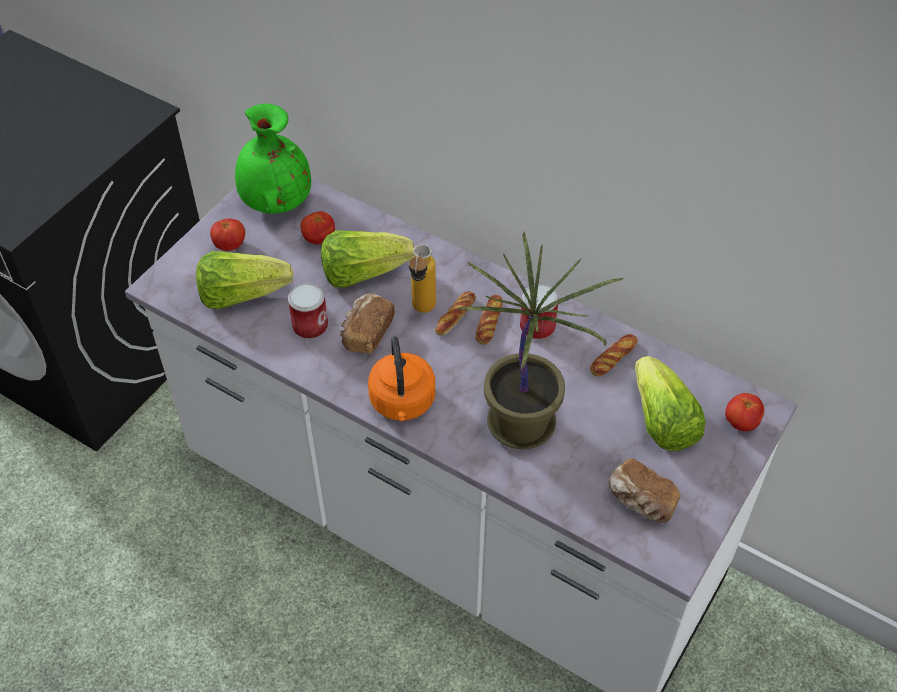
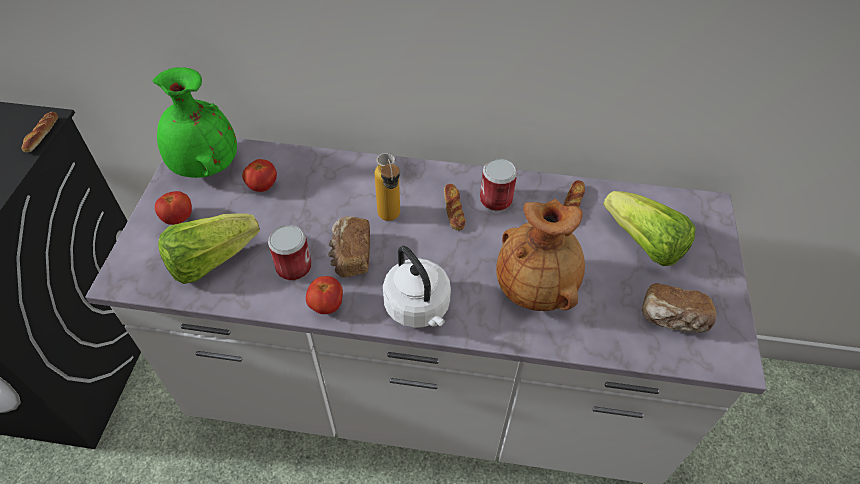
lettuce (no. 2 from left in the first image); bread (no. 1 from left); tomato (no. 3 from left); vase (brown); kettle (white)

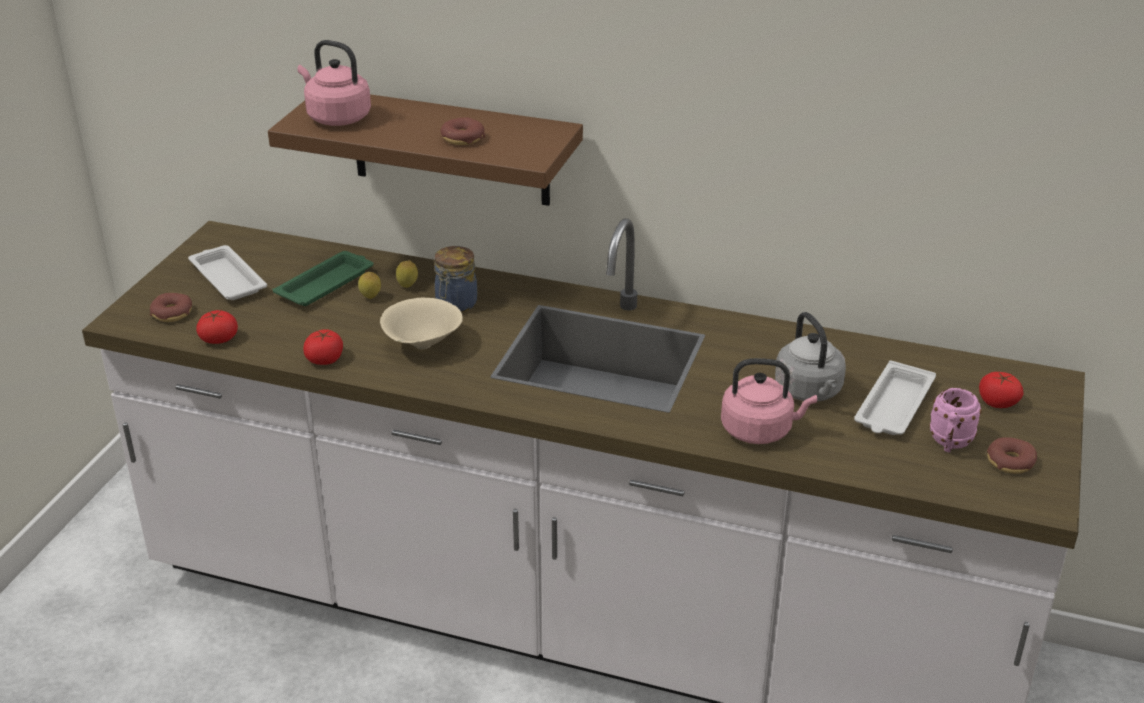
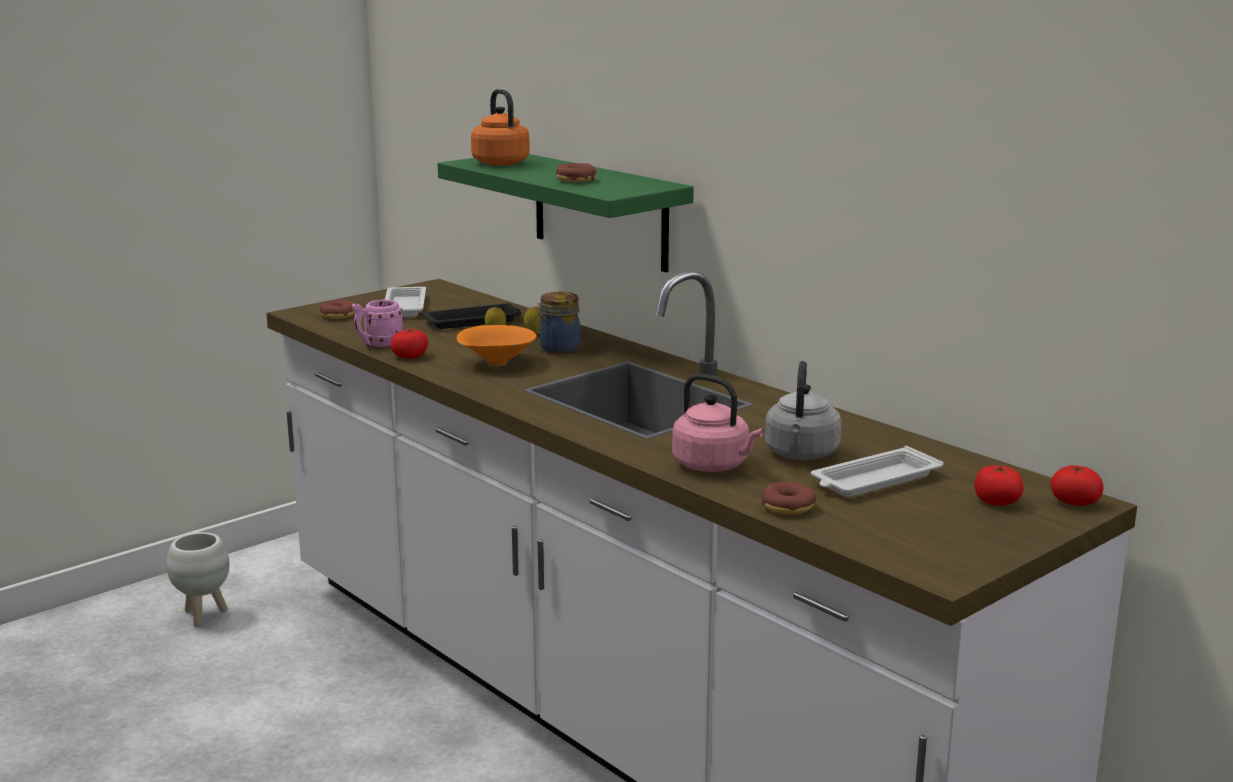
planter (white); tomato (no. 3 from left); mug (pink); donut (no. 3 from left); shelf (green); tray (black); kettle (orange); bowl (orange)

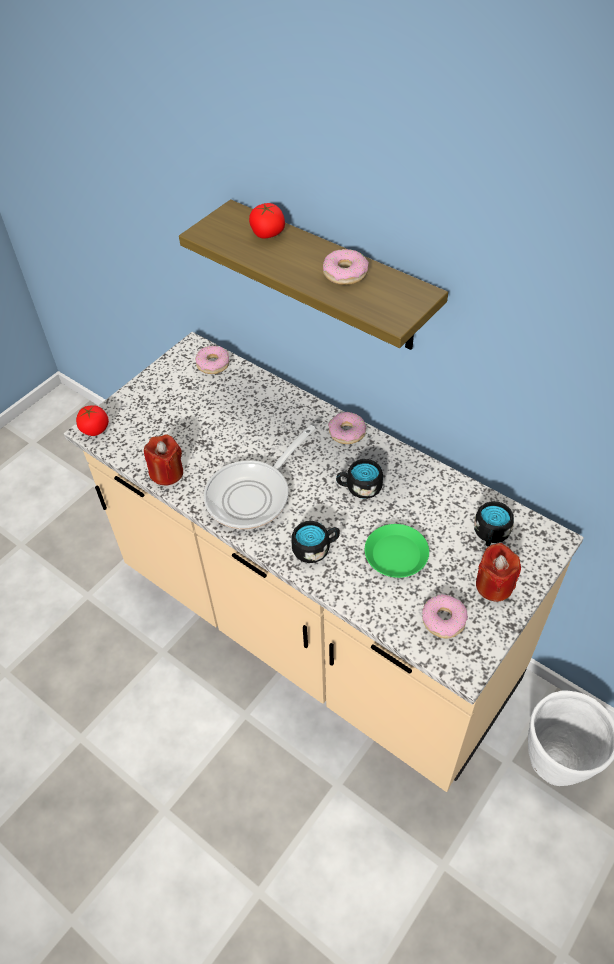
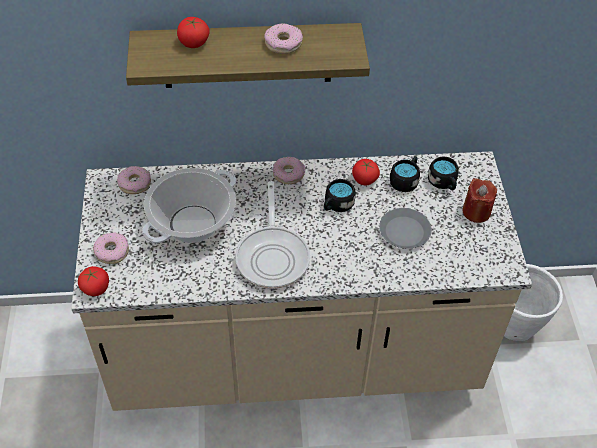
candle (red) (no. 1 from left in the first image); cooking pot; tomato (no. 3 from left); mug (black) (no. 2 from left); donut (no. 1 from left); plate (grey)

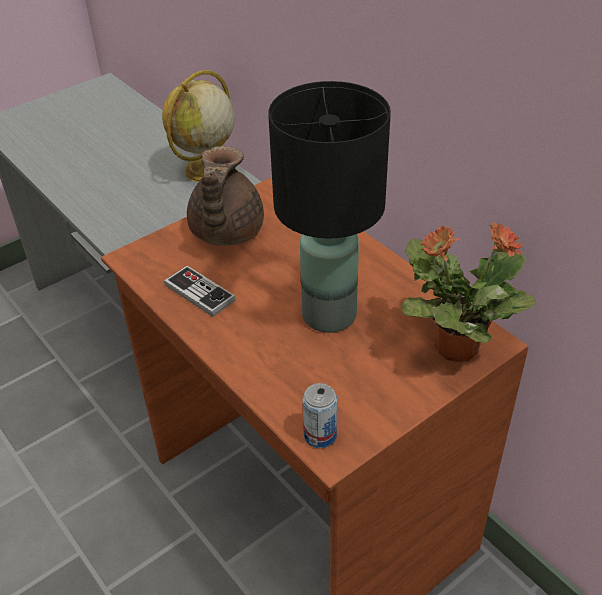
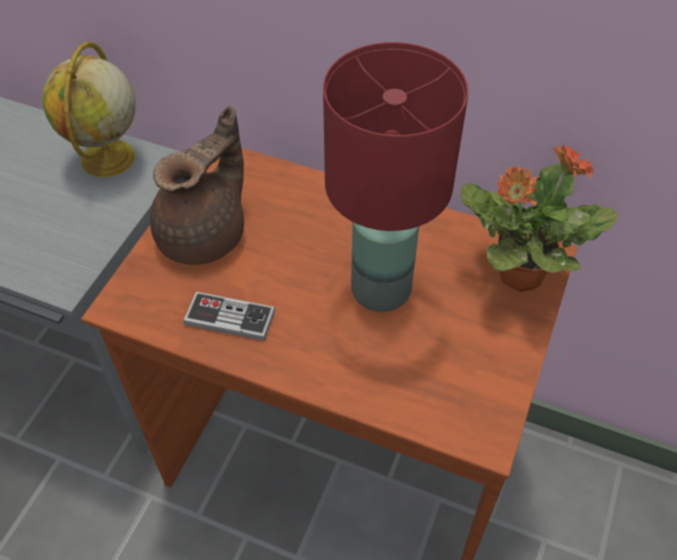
can; table lamp (red); teapot (brown)

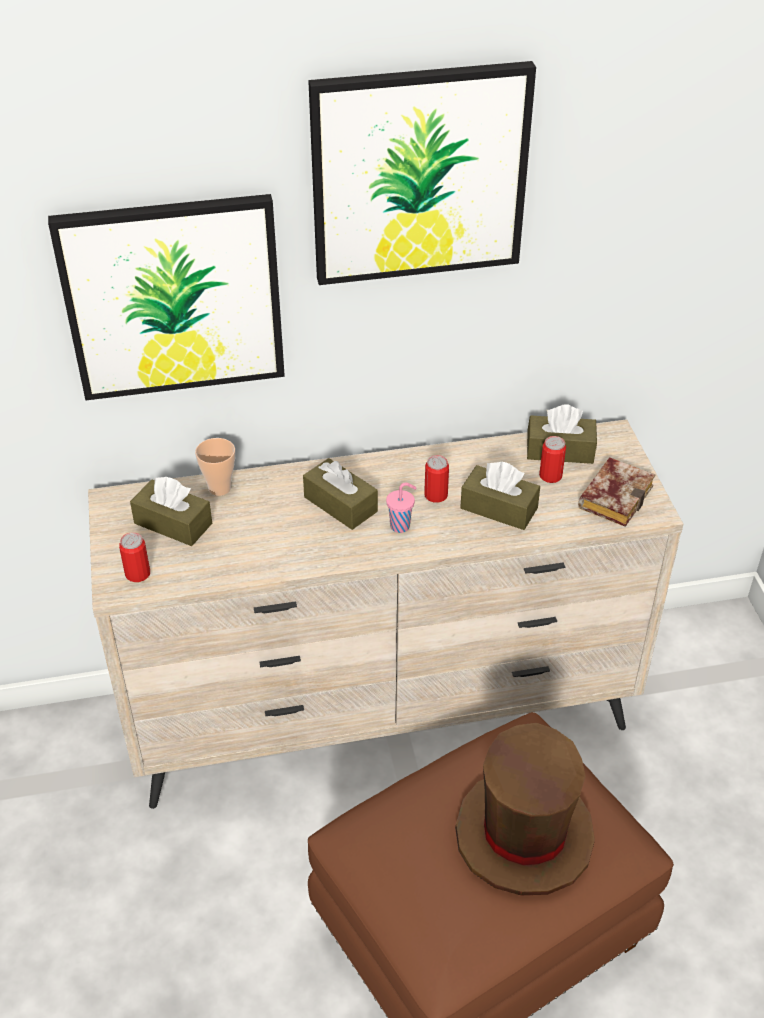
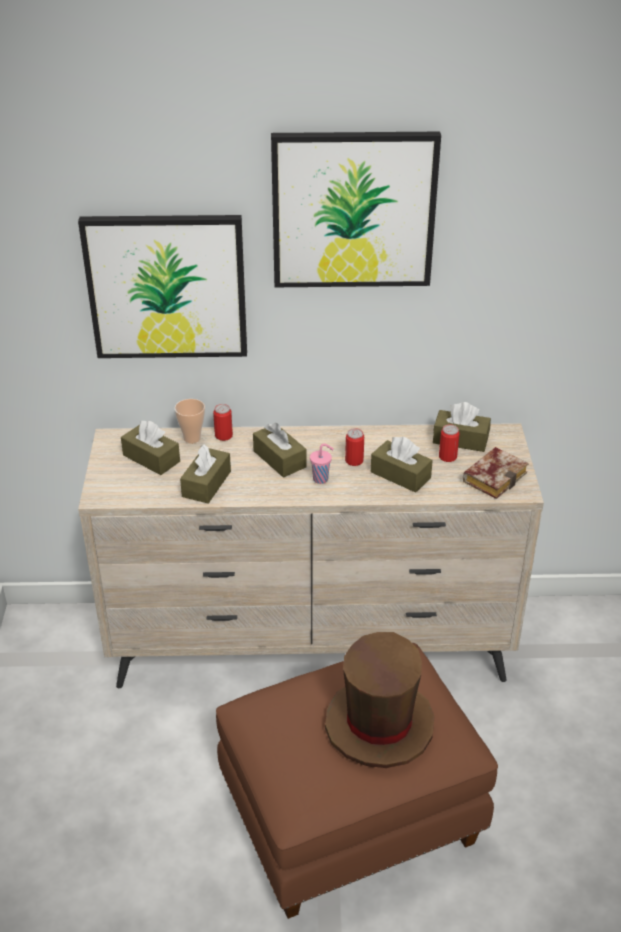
tissue box (brown) (no. 2 from left); can (no. 1 from left)

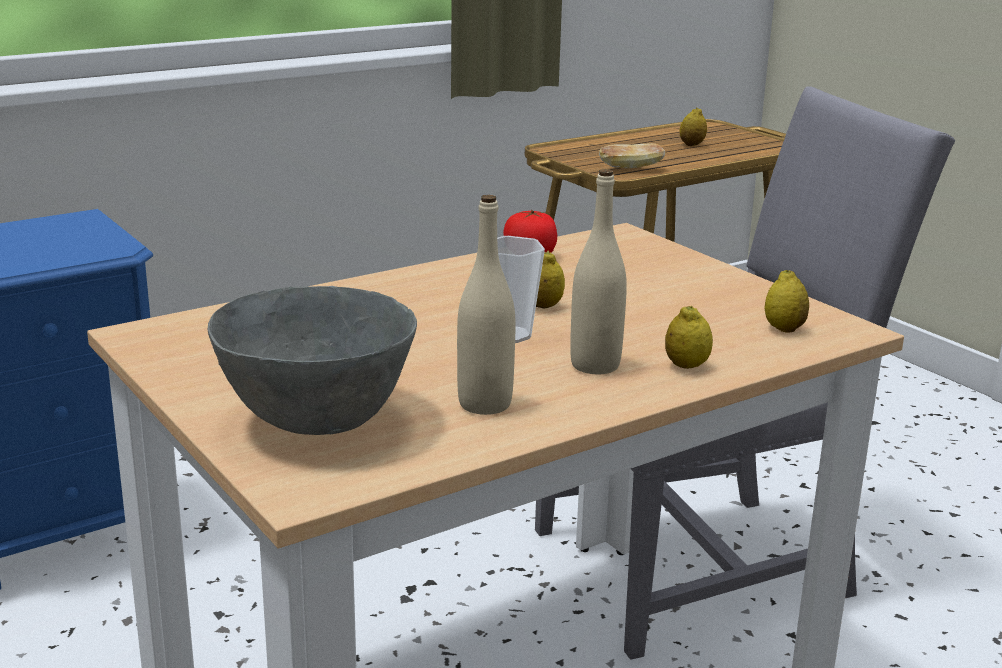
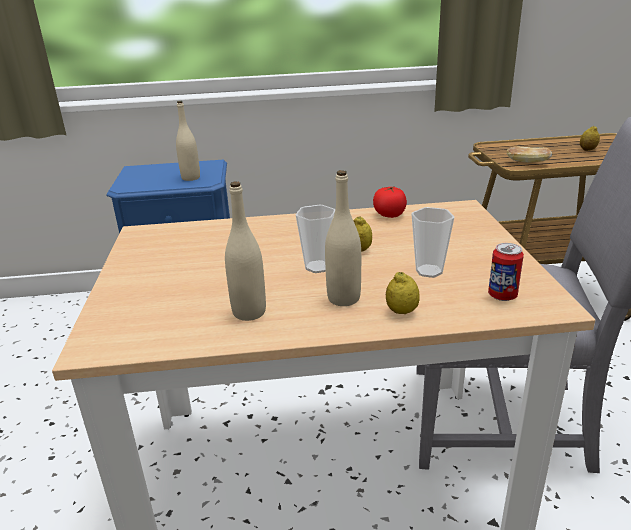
bowl (grey); bottle (beige) (no. 1 from left); cup (no. 2 from left); can

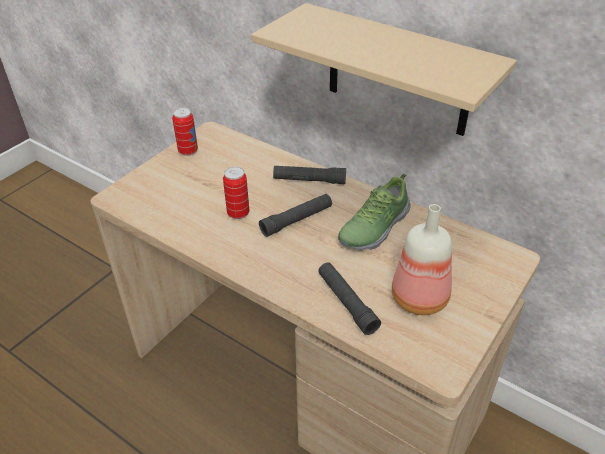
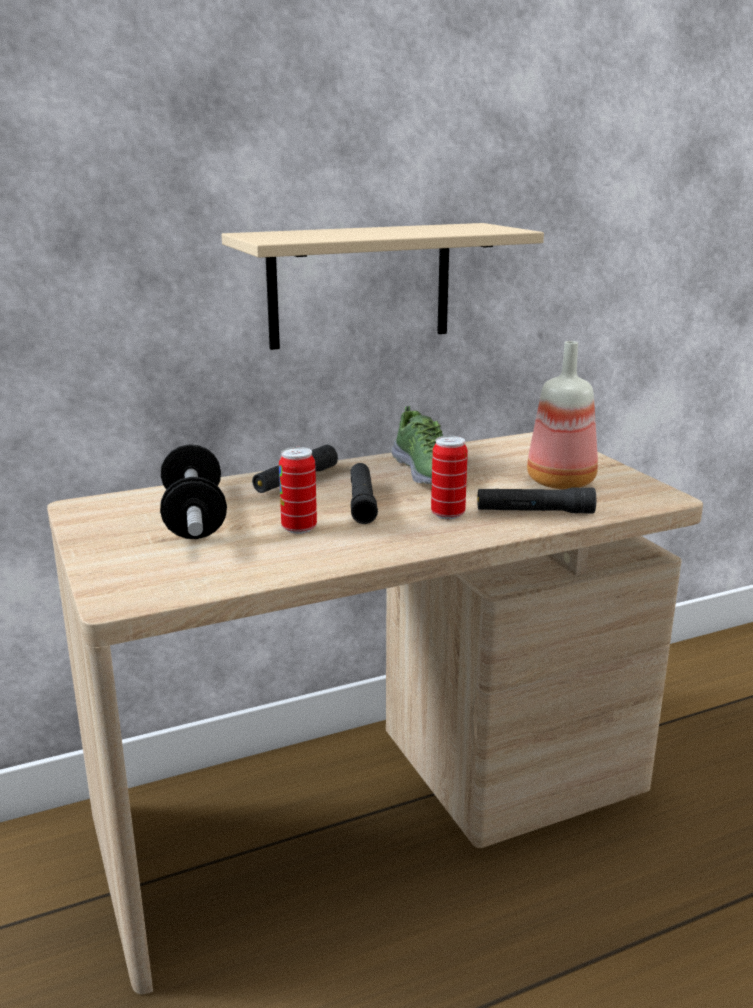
dumbbell; can (no. 2 from left)

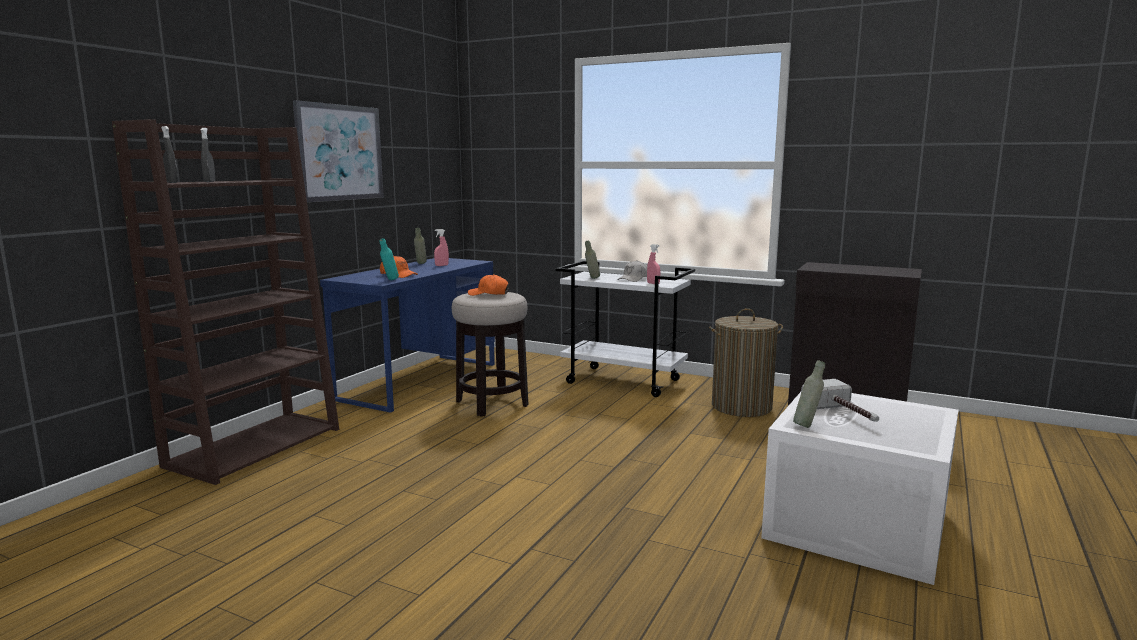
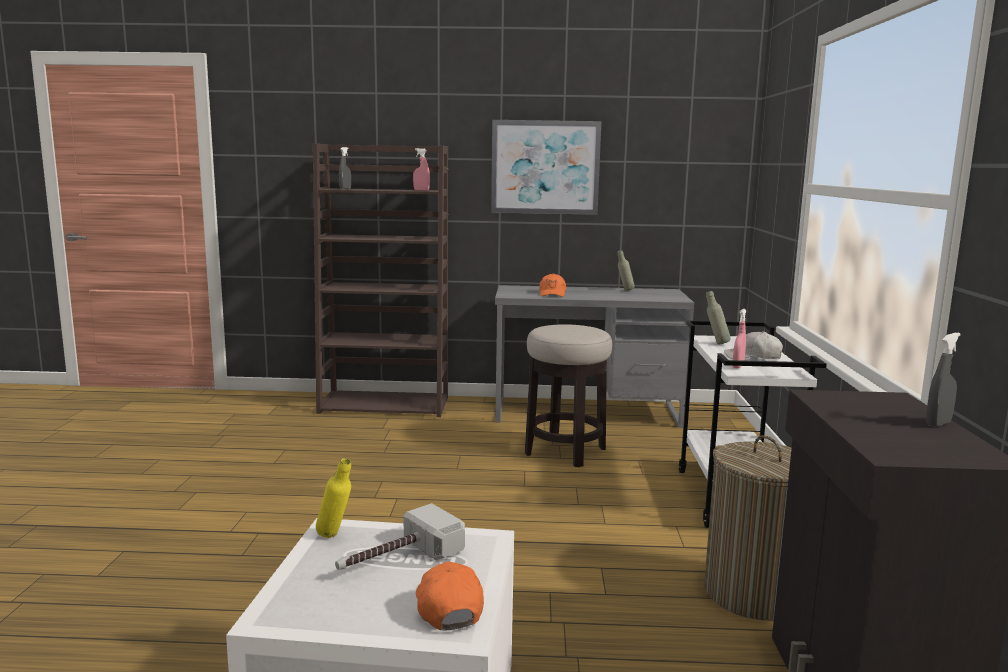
bottle (turquoise); spray bottle (grey) (no. 2 from left); spray bottle (pink) (no. 1 from left); cap (orange) (no. 1 from left); desk (grey); bottle (yellow)

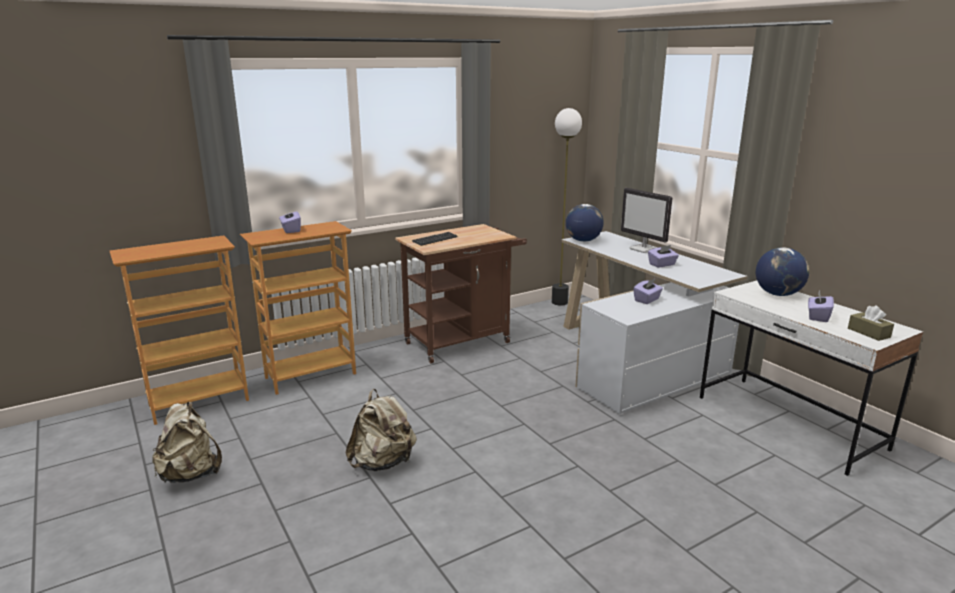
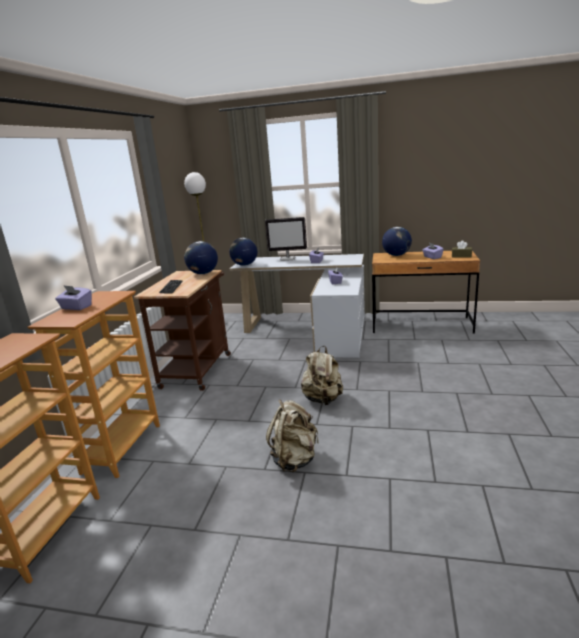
globe (no. 1 from left); backpack (beige) (no. 2 from left); desk (brown)

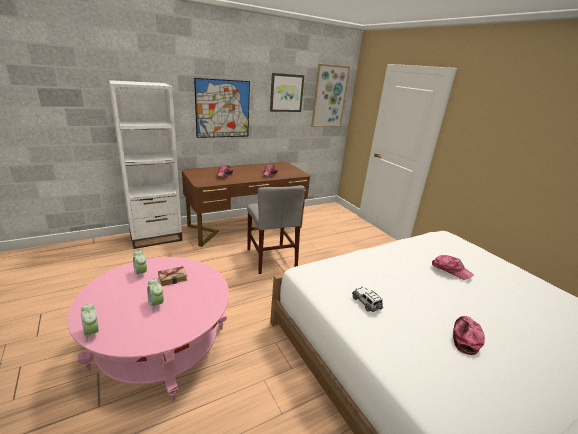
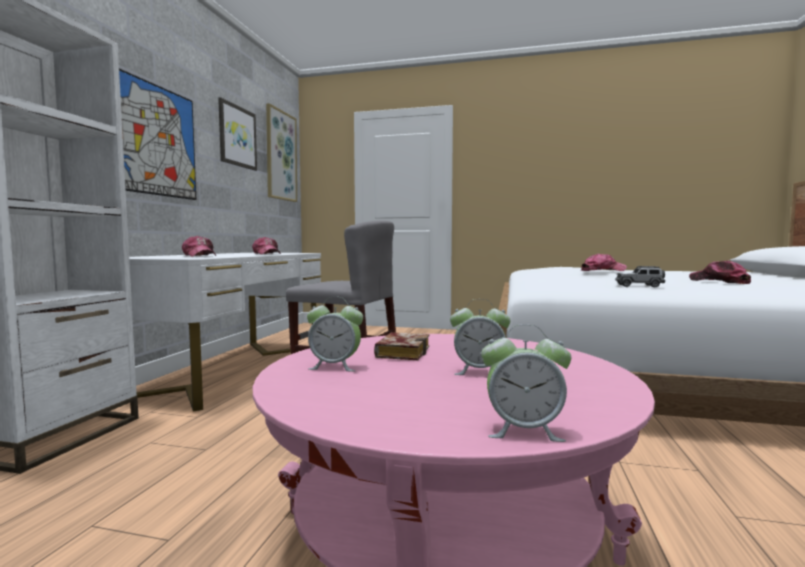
desk (white)

